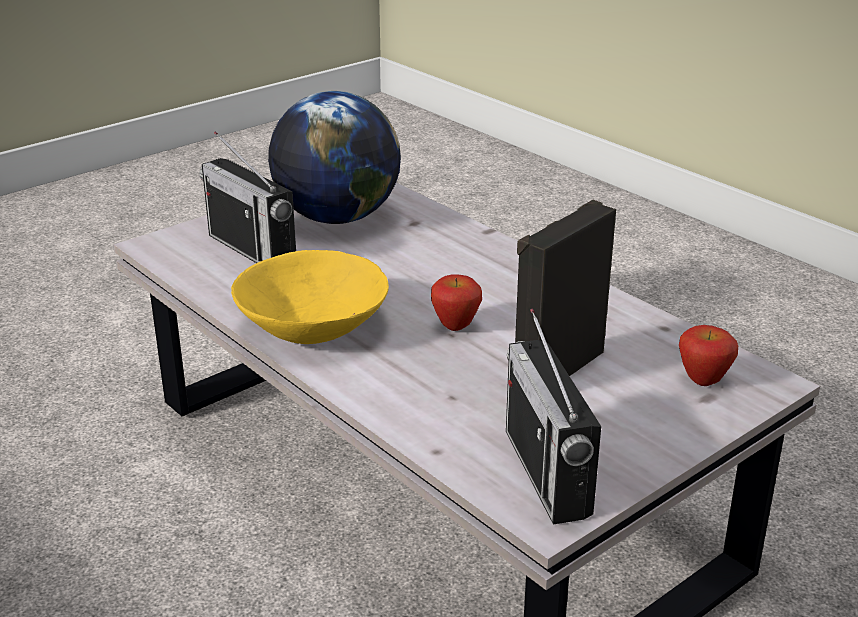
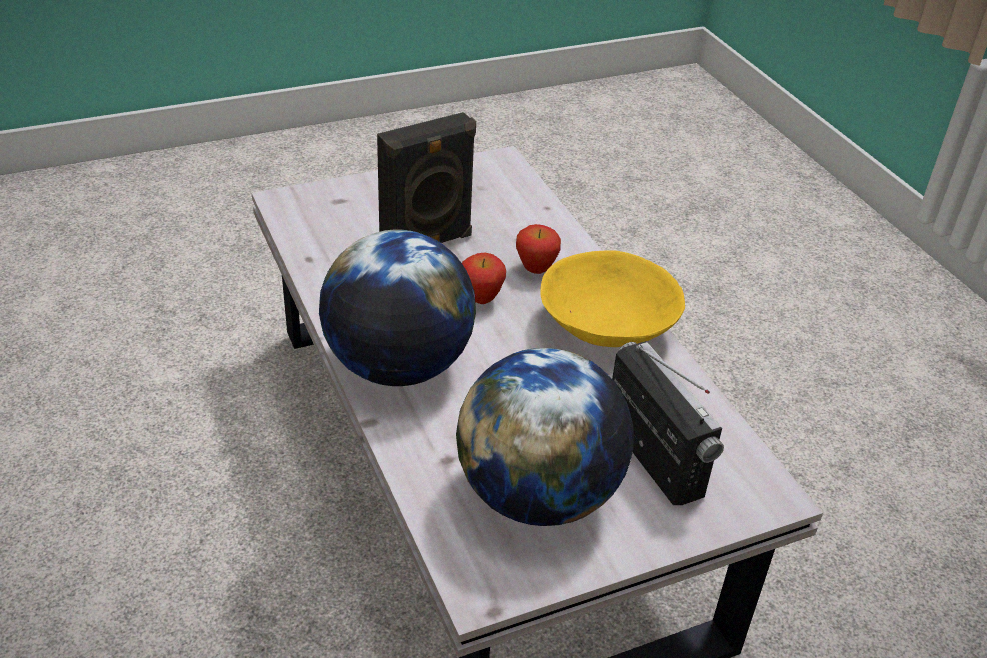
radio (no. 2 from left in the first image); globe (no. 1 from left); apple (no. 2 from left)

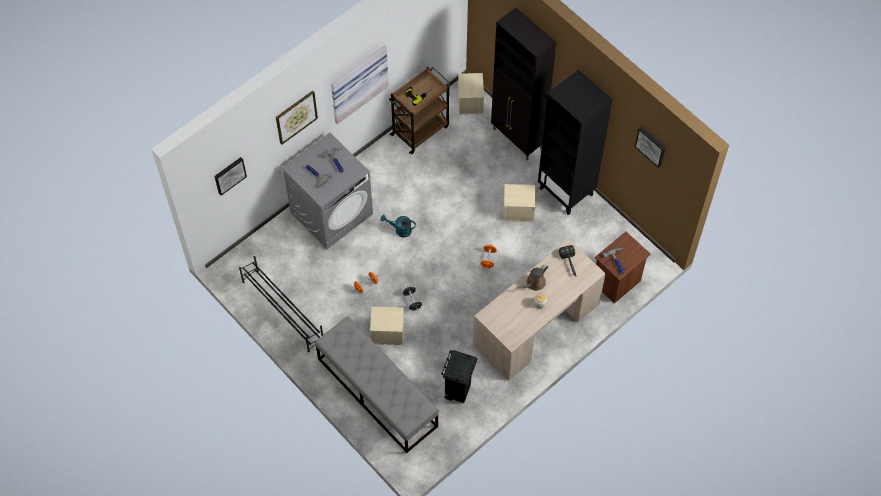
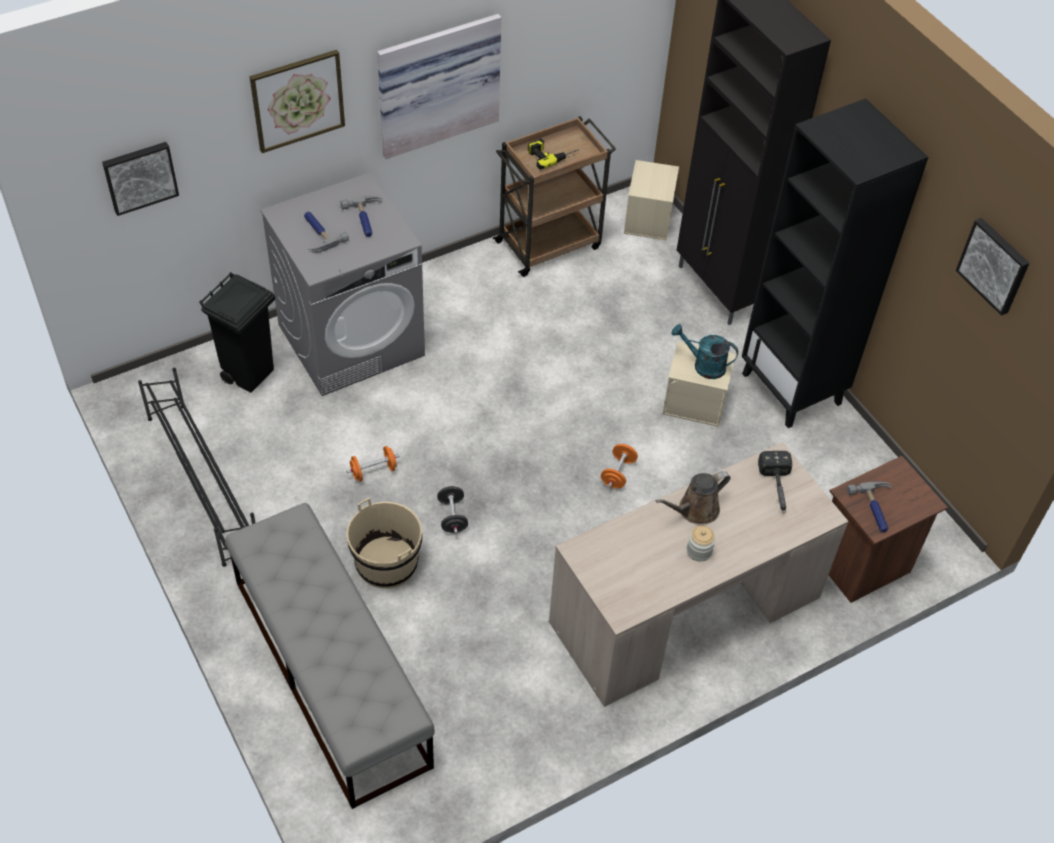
watering can (turquoise); trash can (black); bucket (beige)

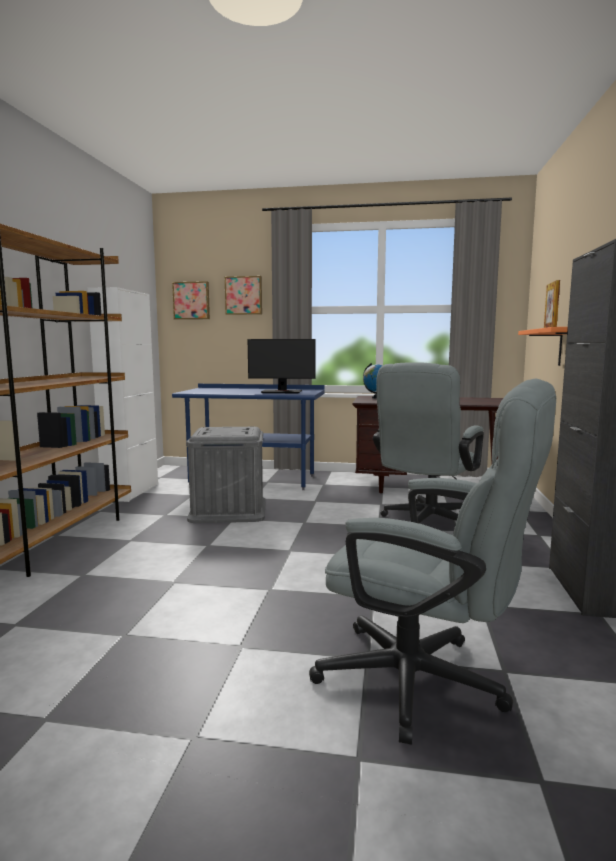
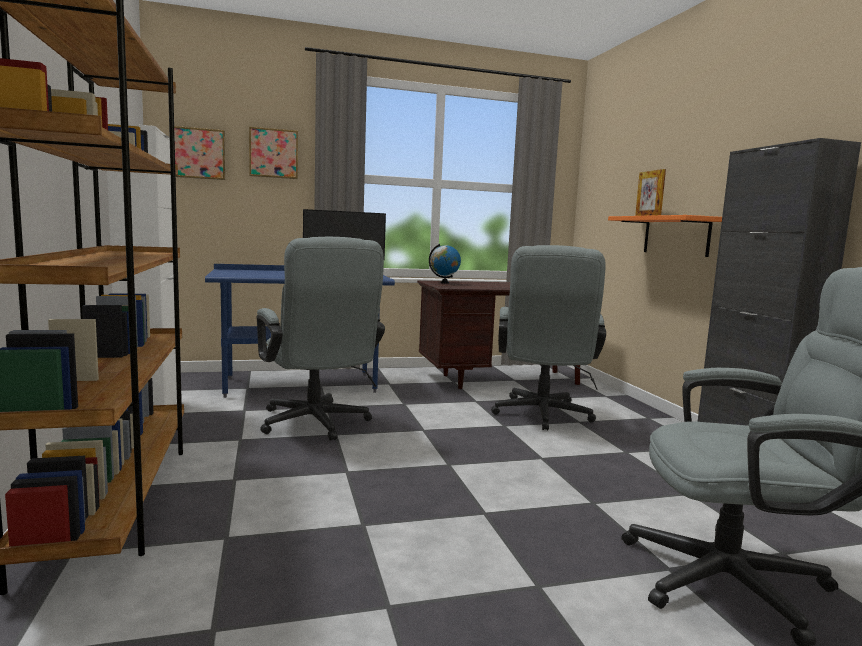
office chair (grey) (no. 1 from left)

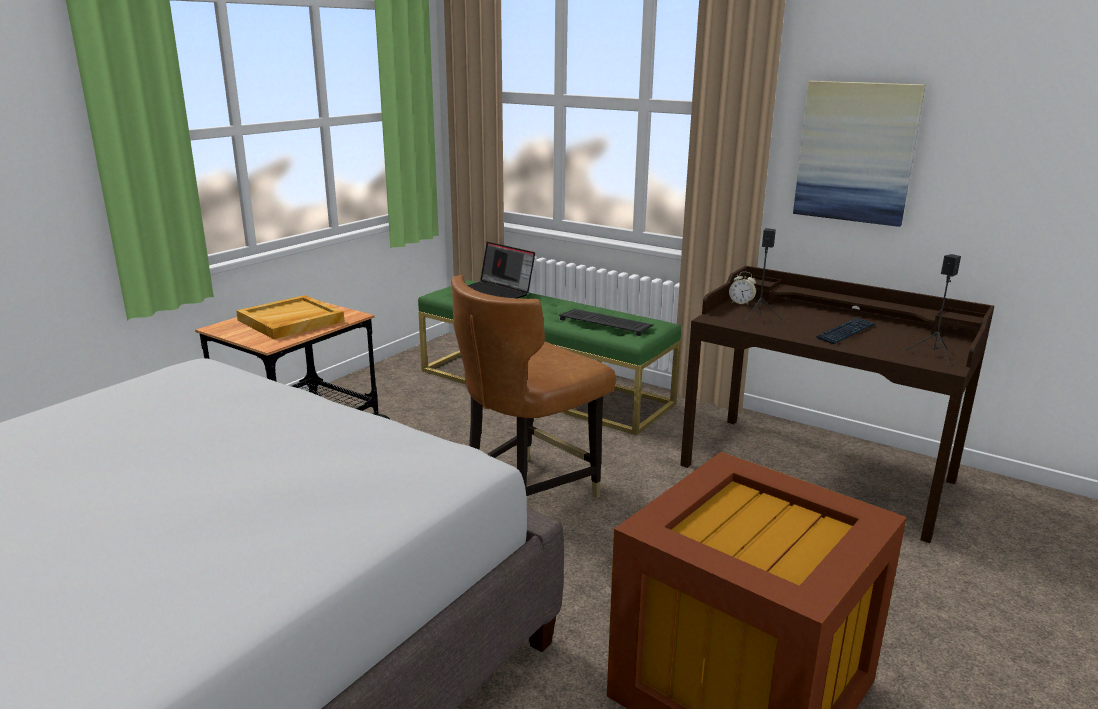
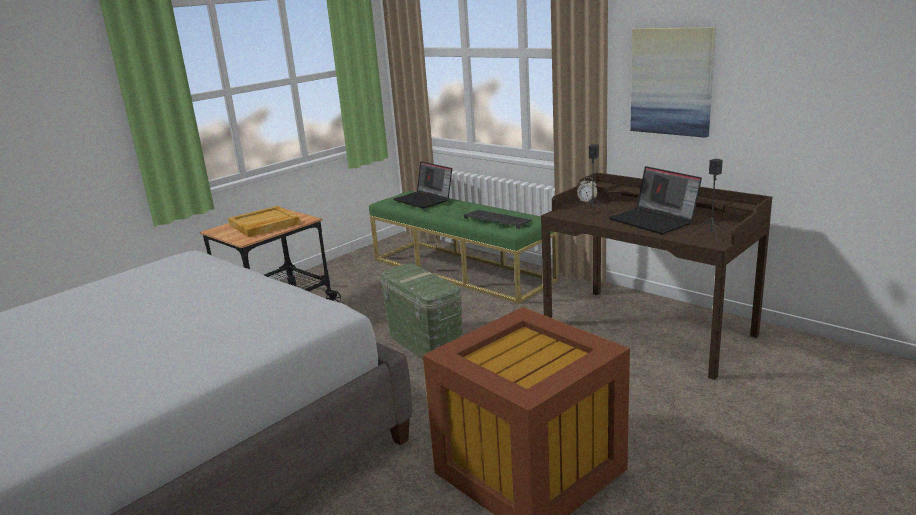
storage box (green); laptop (no. 2 from left)

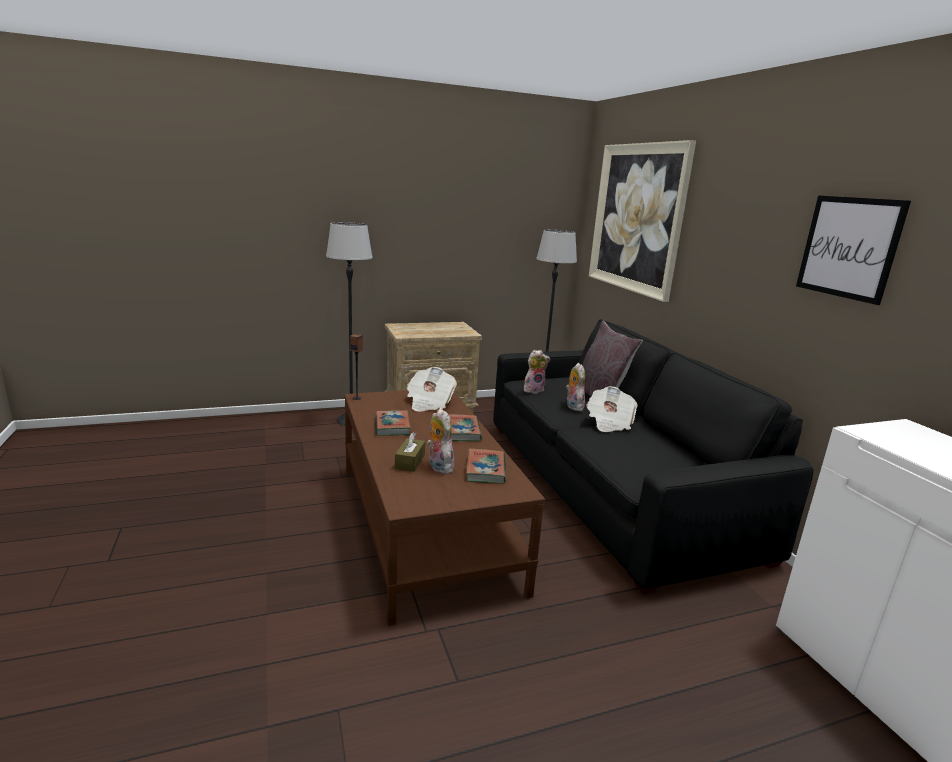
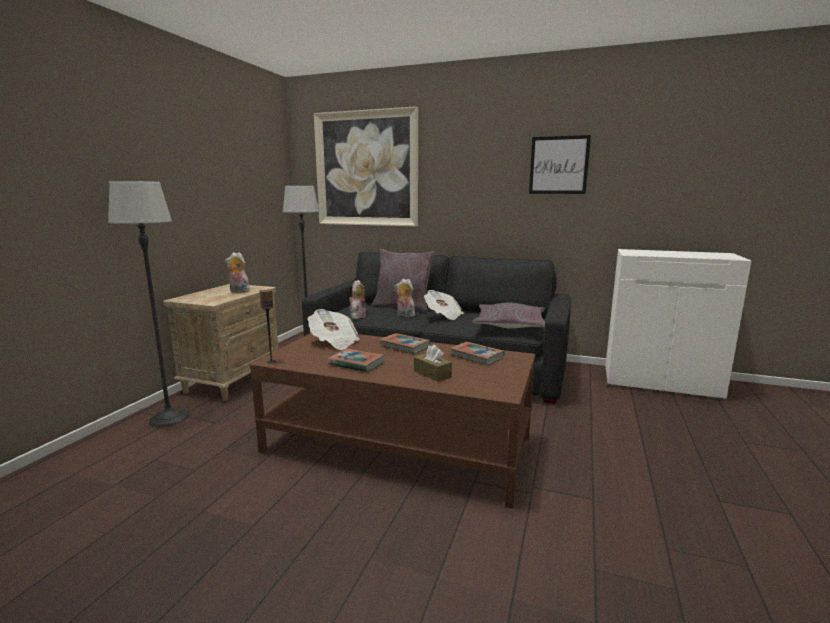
pillow (grey) (no. 2 from left); plush toy (no. 1 from left)

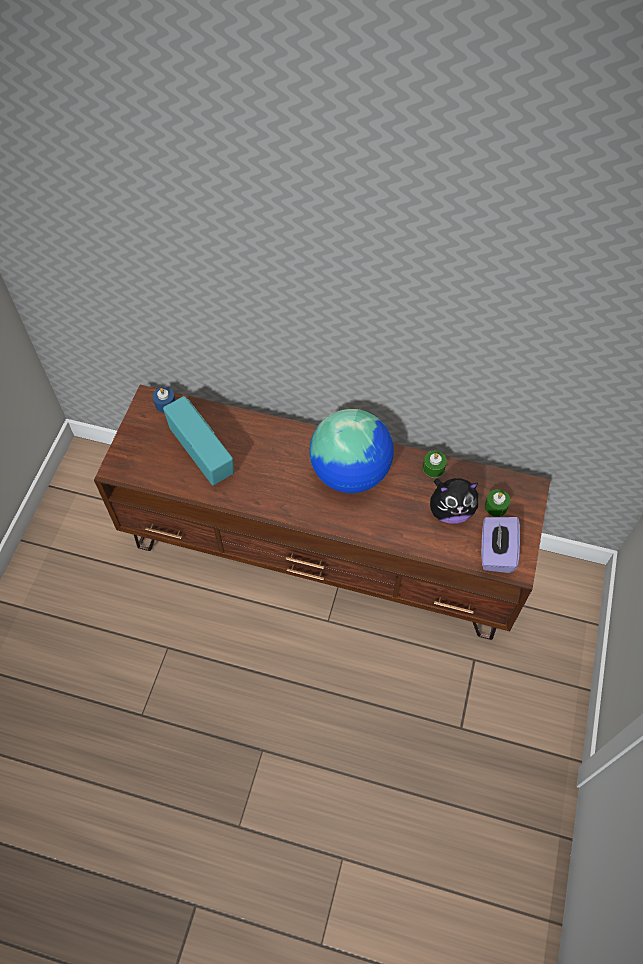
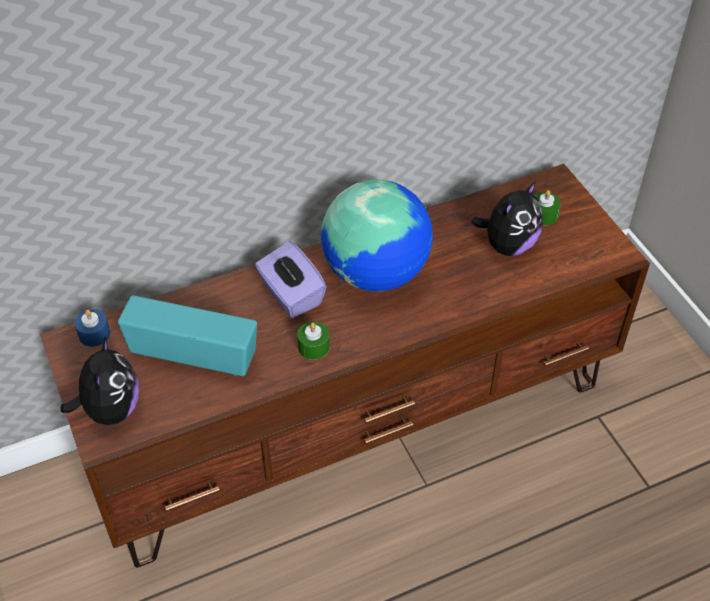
plush toy (no. 1 from left); candle (green) (no. 1 from left); tissue box (purple)

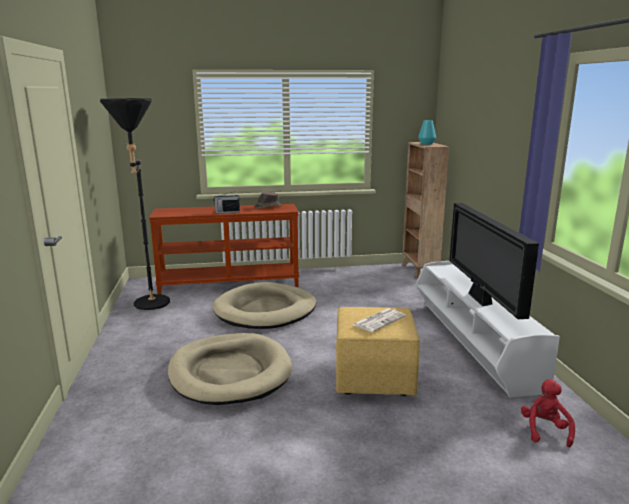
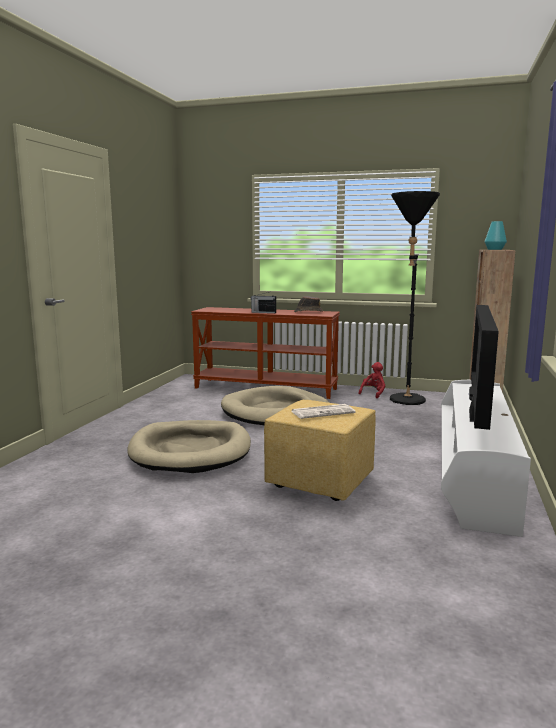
floor lamp (black); plush toy (red)

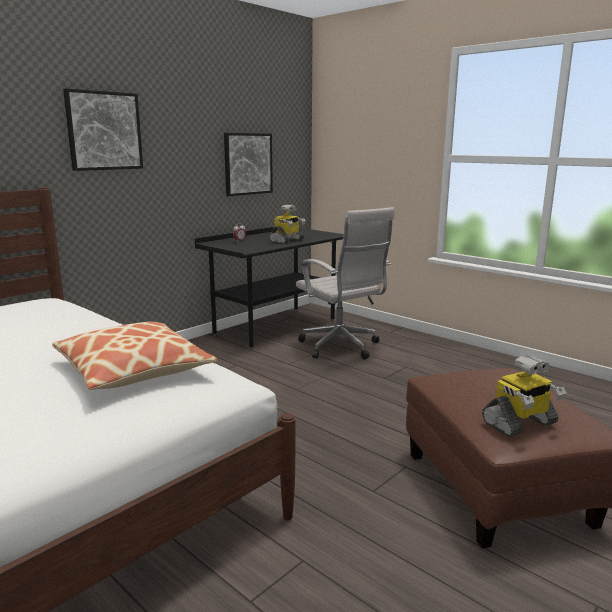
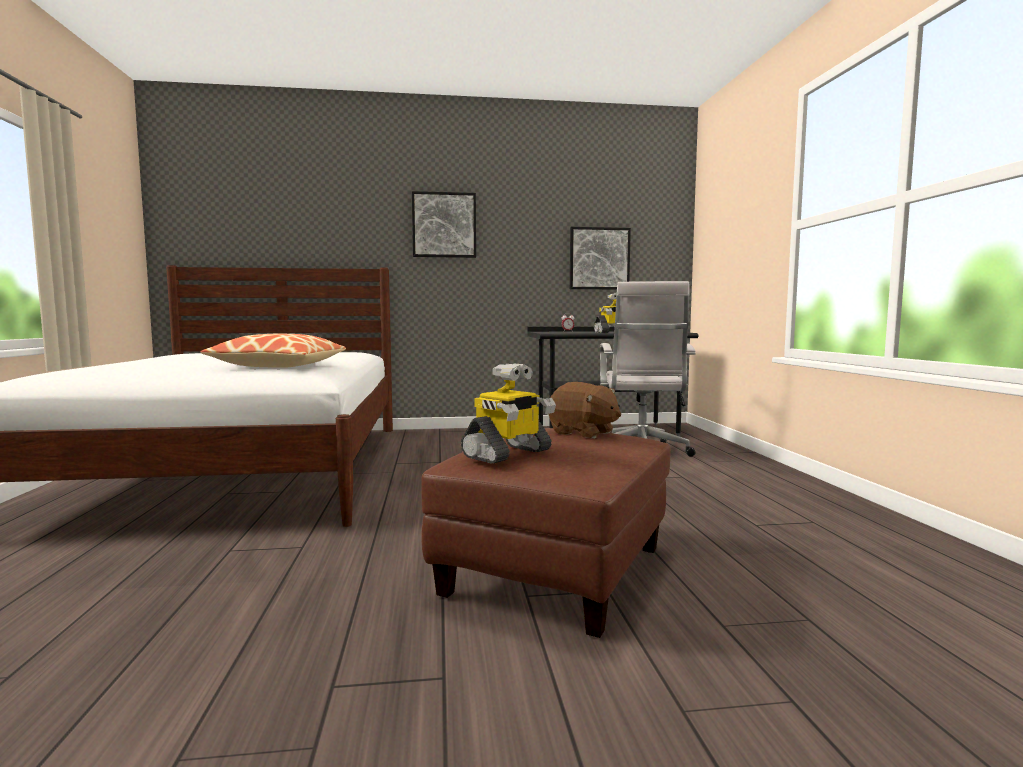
plush toy (brown); toy robot (no. 1 from left)

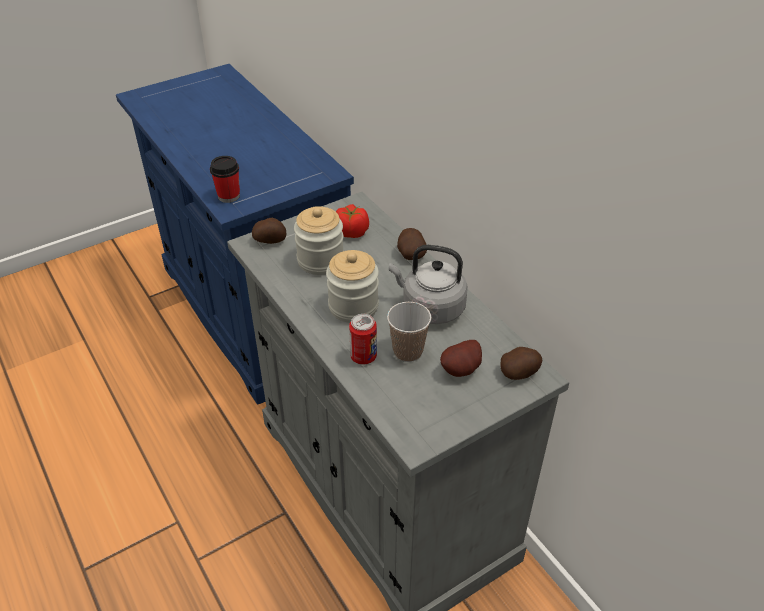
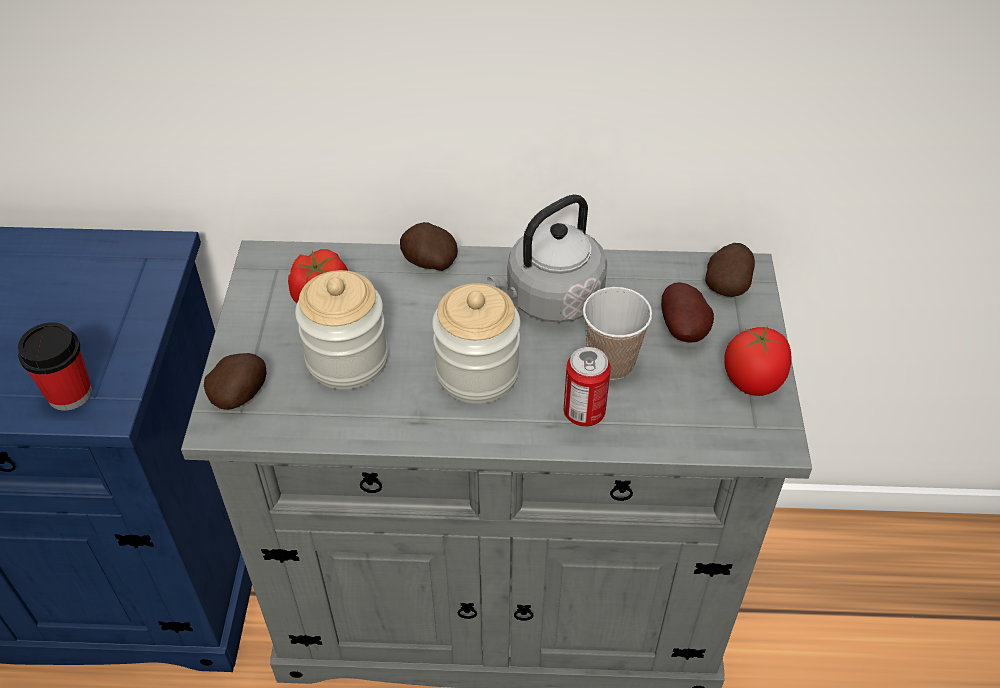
tomato (no. 2 from left)

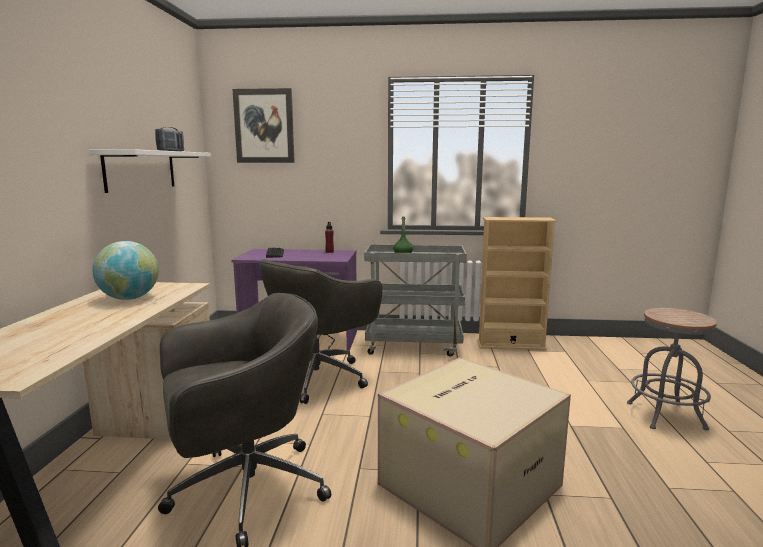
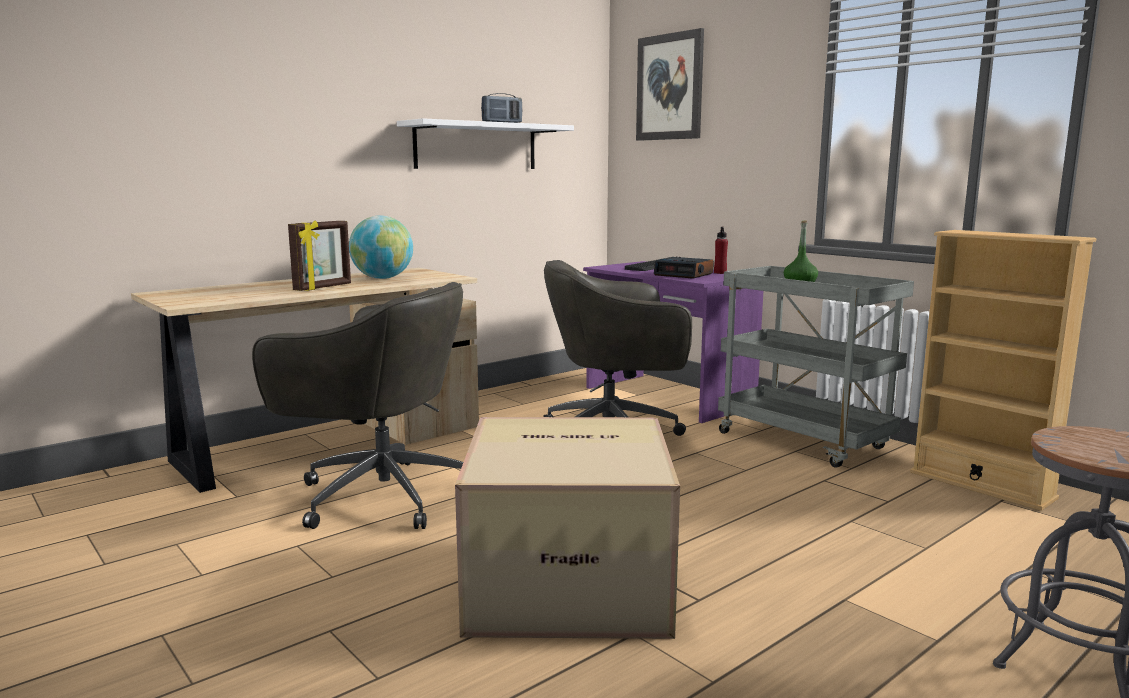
picture frame; alarm clock

